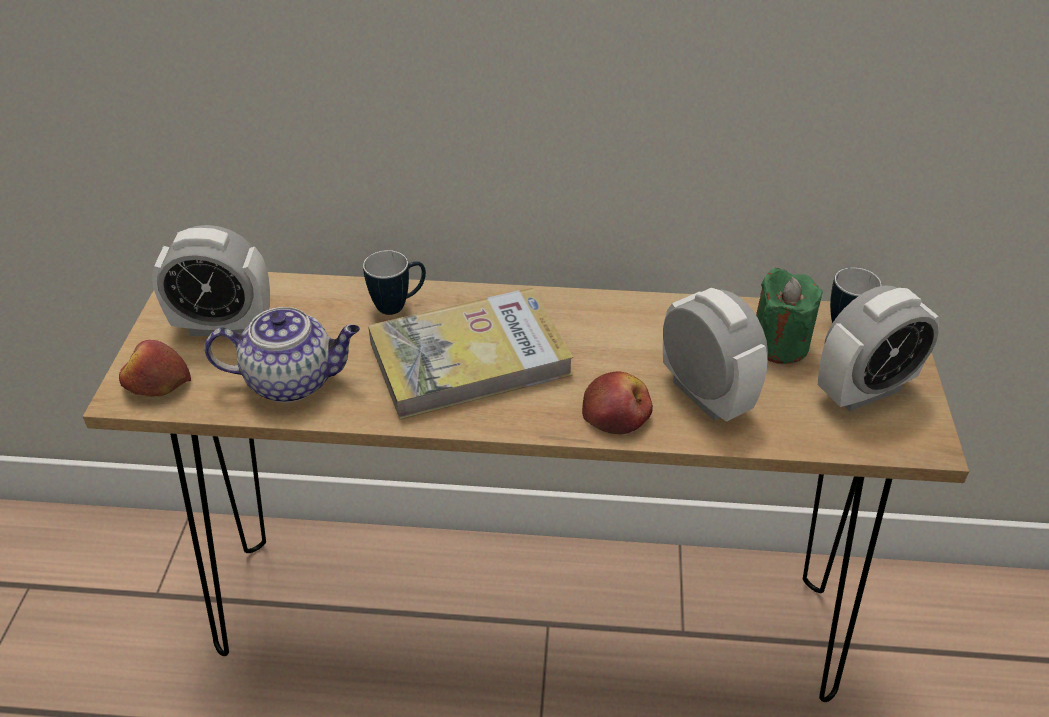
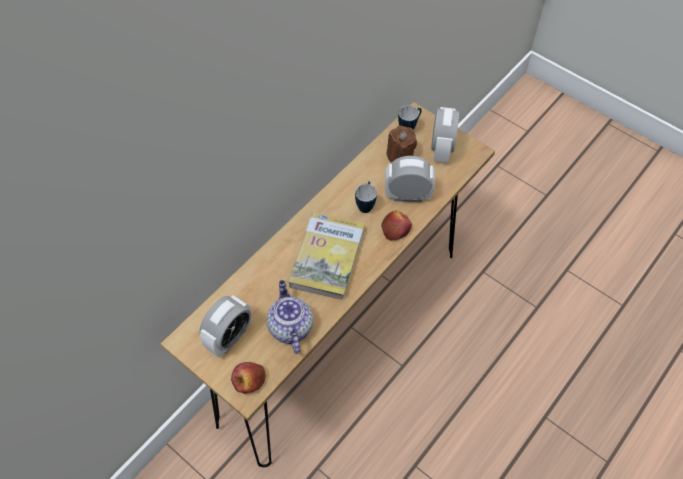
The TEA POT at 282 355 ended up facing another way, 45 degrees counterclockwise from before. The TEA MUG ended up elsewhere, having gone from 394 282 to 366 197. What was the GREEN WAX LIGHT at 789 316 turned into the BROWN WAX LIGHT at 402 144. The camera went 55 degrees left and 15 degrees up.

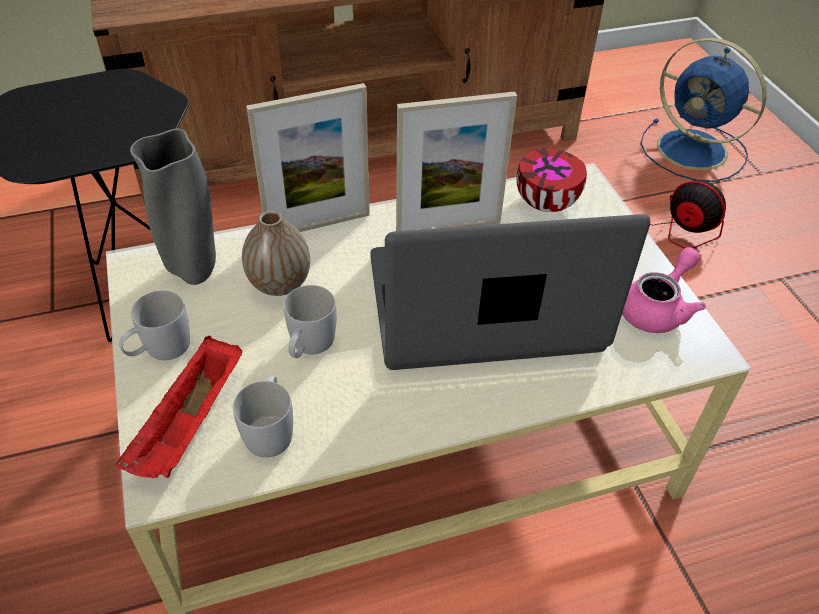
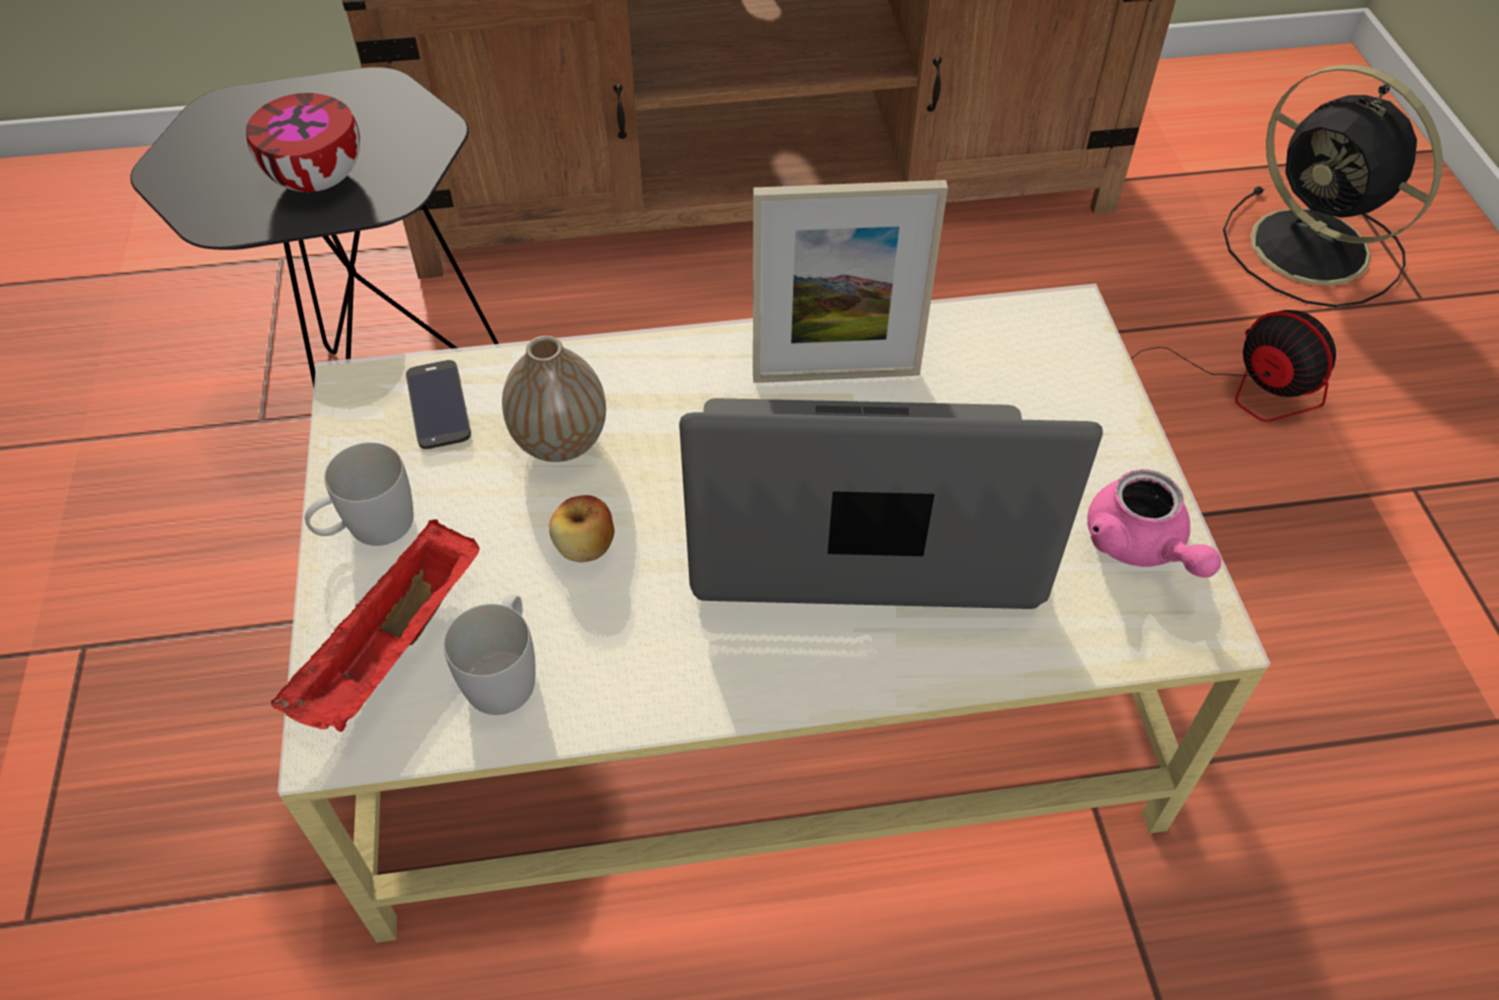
Where the GREYISH VASE stood at 173 207, the TELEPHONE came to stand at 438 404. The second view lost the PHOTO FRAME at 308 157. Where the WHITE-COLOURED TEA MUG stood at 310 321, the APPLE came to stand at 581 528. The BOWL ended up elsewhere, having gone from 551 180 to 303 142. The PINKISH TEA POT at 664 290 ended up facing another way, 105 degrees clockwise from before. What was the BLUISH COOLING FAN at 704 110 turned into the BLACKISH COOLING FAN at 1333 185. The camera went 10 degrees right and 5 degrees up.

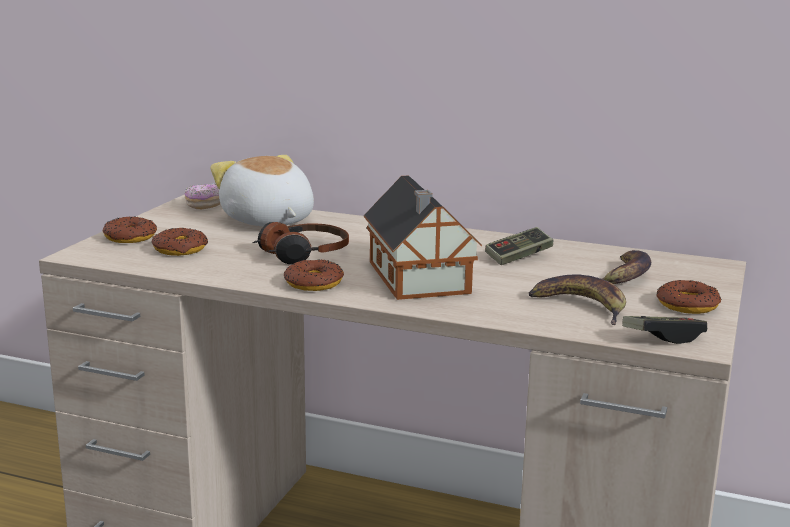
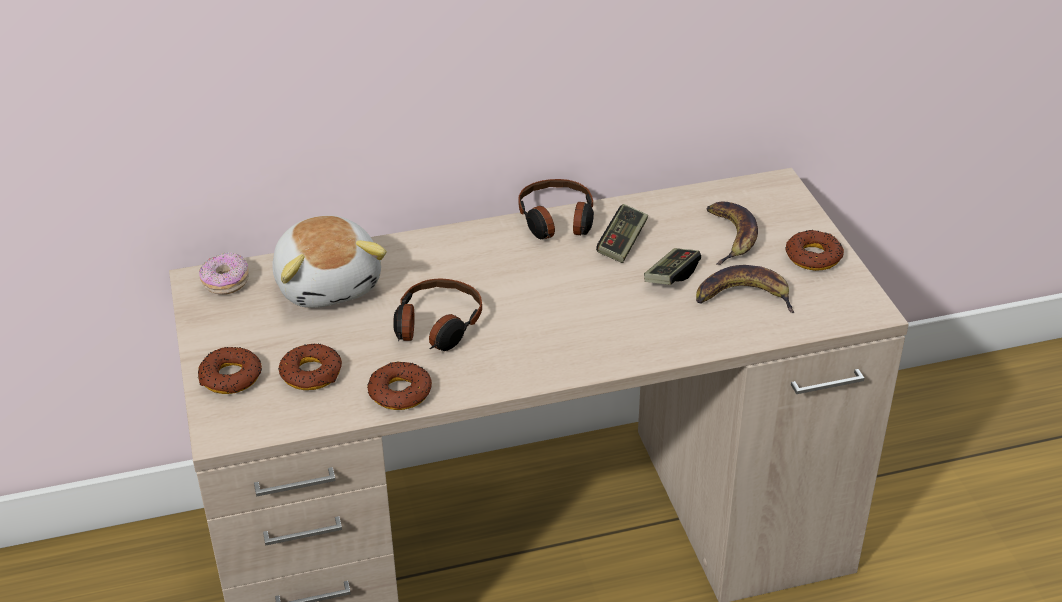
The CUDDLY TOY at 262 190 ended up facing another way, 135 degrees counterclockwise from before. The DONUT ended up elsewhere, having gone from 314 275 to 399 385. The second view lost the MODEL HOUSE at 423 237. The GAME CONTROLLER ended up elsewhere, having gone from 664 330 to 672 266. The second view gained the HEADSET at 556 209. The camera went 35 degrees left and 20 degrees up.

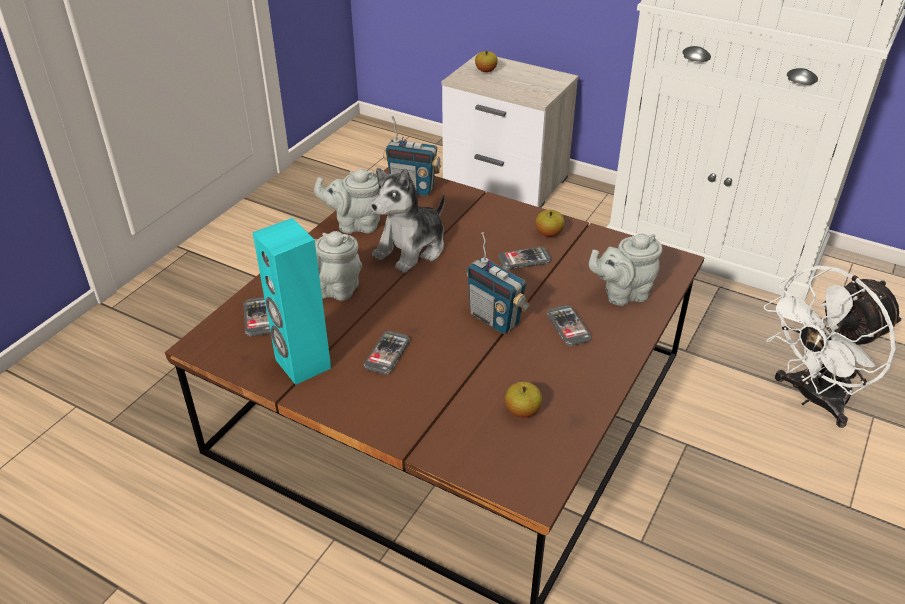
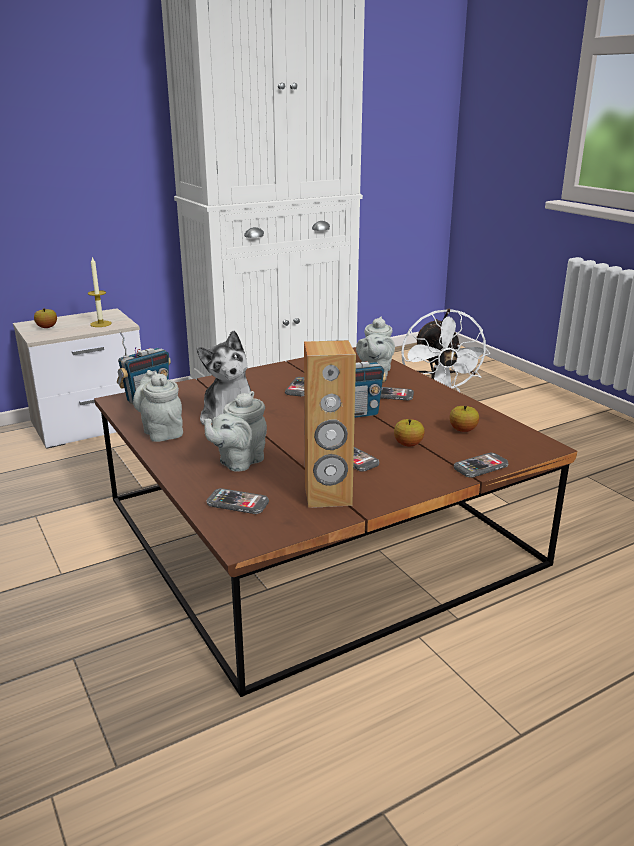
What was the TURQUOISE-COLOURED LOUDSPEAKER at 291 301 turned into the BROWN LOUDSPEAKER at 330 424. The GREYISH TEA POT at 347 201 ended up facing another way, 120 degrees clockwise from before. The APPLE ended up elsewhere, having gone from 550 223 to 409 432. The second view gained the WAX LIGHT at 100 292. The second view gained the TELEPHONE at 481 465. The camera went 60 degrees left and 15 degrees down.

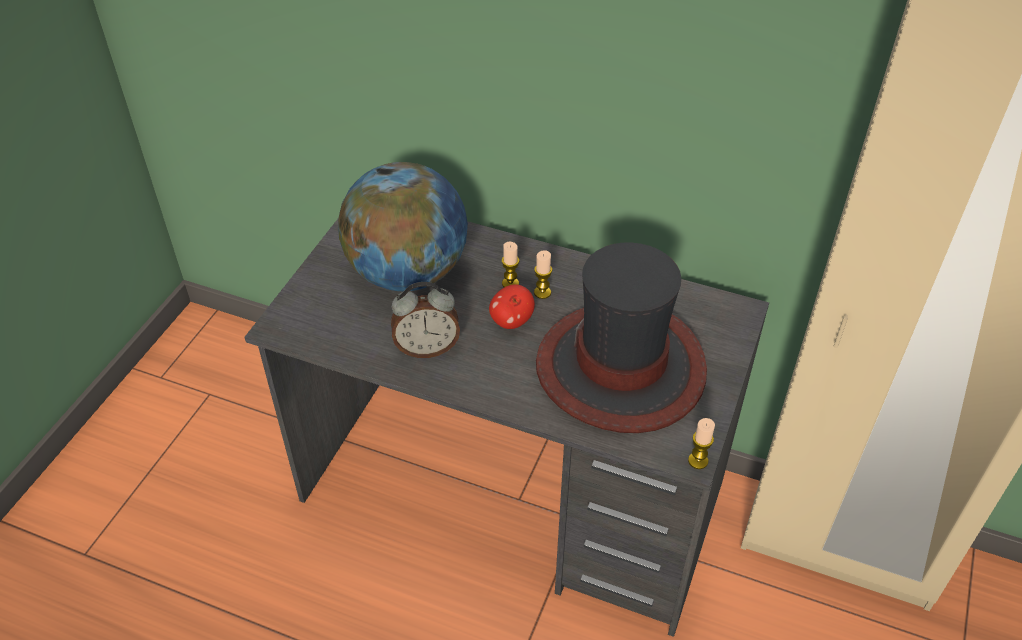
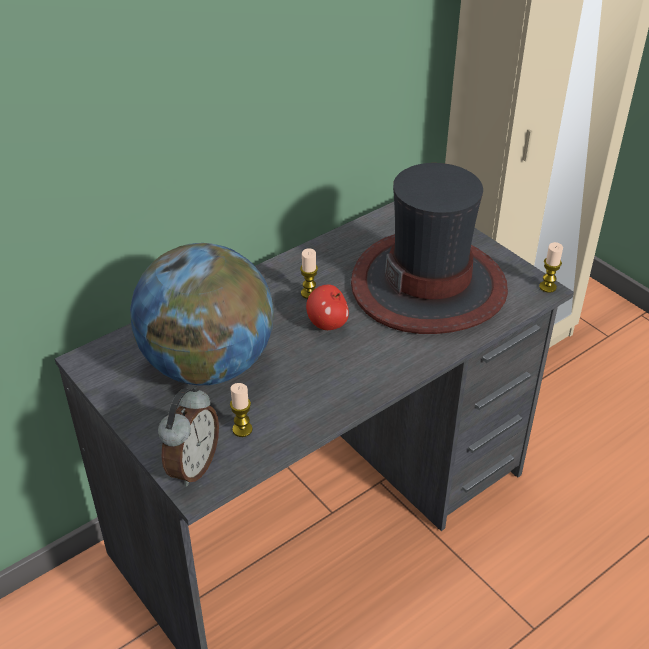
The BEDSIDE CLOCK ended up elsewhere, having gone from 425 320 to 188 436. The WAX LIGHT ended up elsewhere, having gone from 510 264 to 241 410. The camera went 60 degrees left and 5 degrees down.

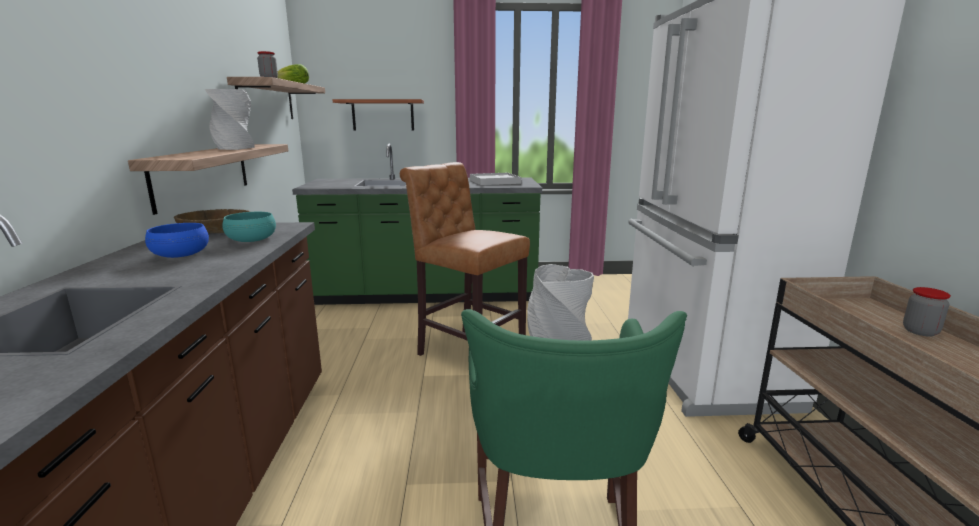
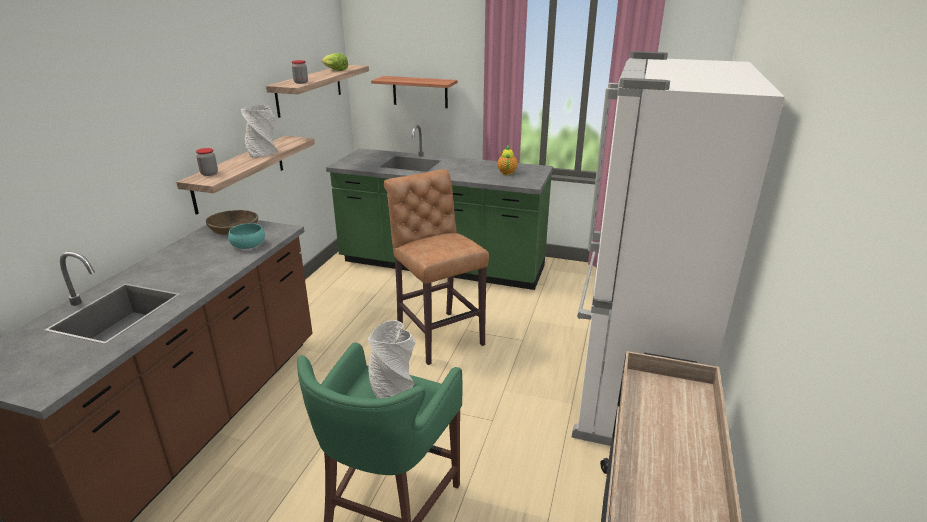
The second view lost the BLUISH BOWL at 177 240. Where the WHITE-COLOURED SERVING TRAY stood at 495 179, the TEA POT came to stand at 507 160. The STORAGE JAR ended up elsewhere, having gone from 927 312 to 207 162. The camera went 20 degrees right and 10 degrees up.

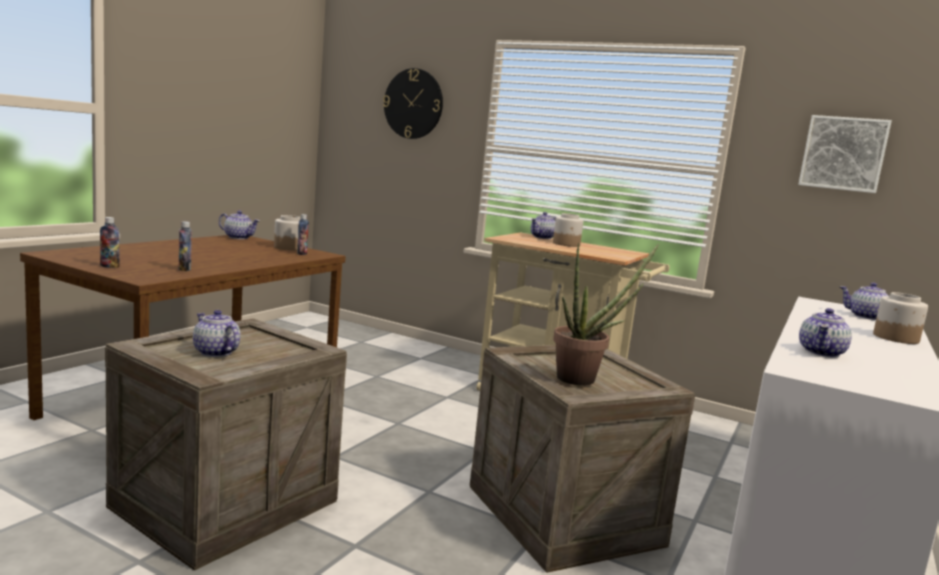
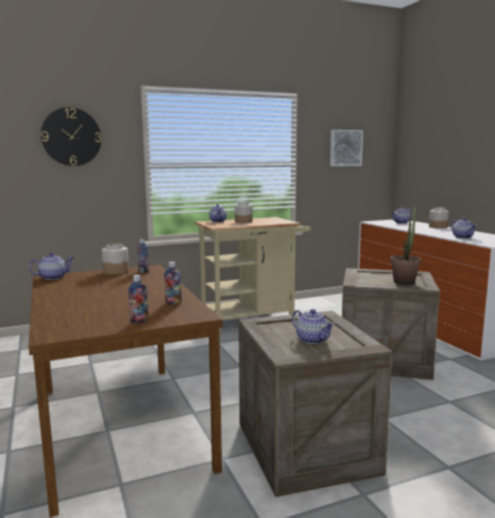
The TEA POT at 217 333 ended up facing another way, 120 degrees counterclockwise from before. The camera went 50 degrees left and 0 degrees up.

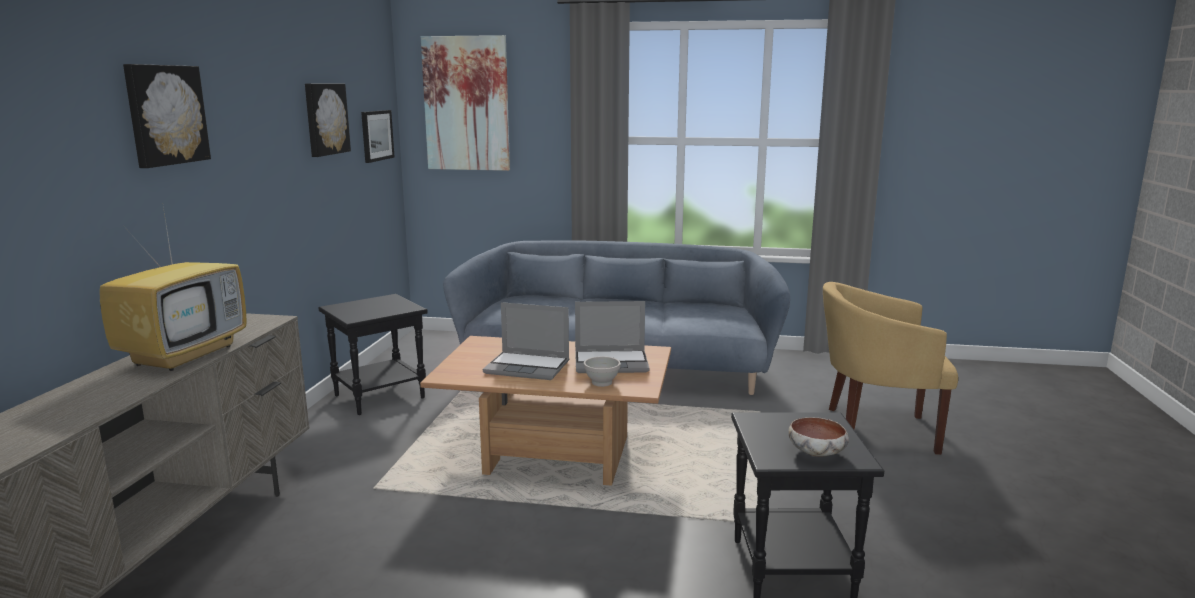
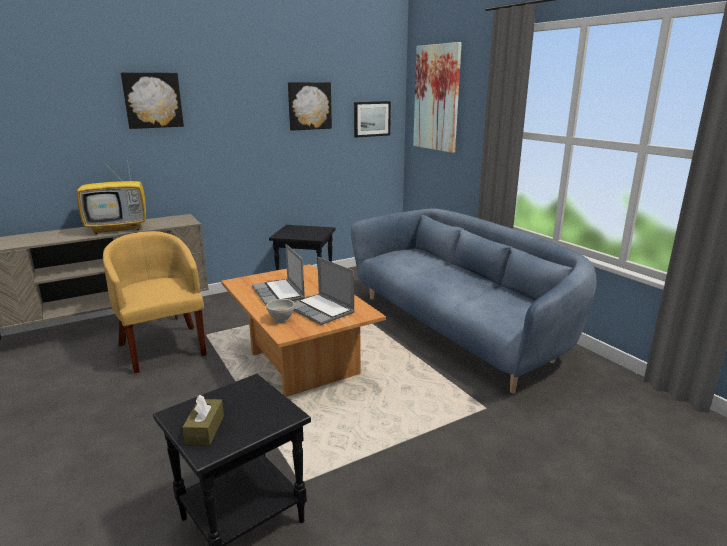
Where the BOWL stood at 819 437, the BROWN TISSUE BOX came to stand at 203 420. The YELLOW LOUNGE CHAIR ended up elsewhere, having gone from 890 368 to 155 302. The camera went 50 degrees right and 5 degrees up.

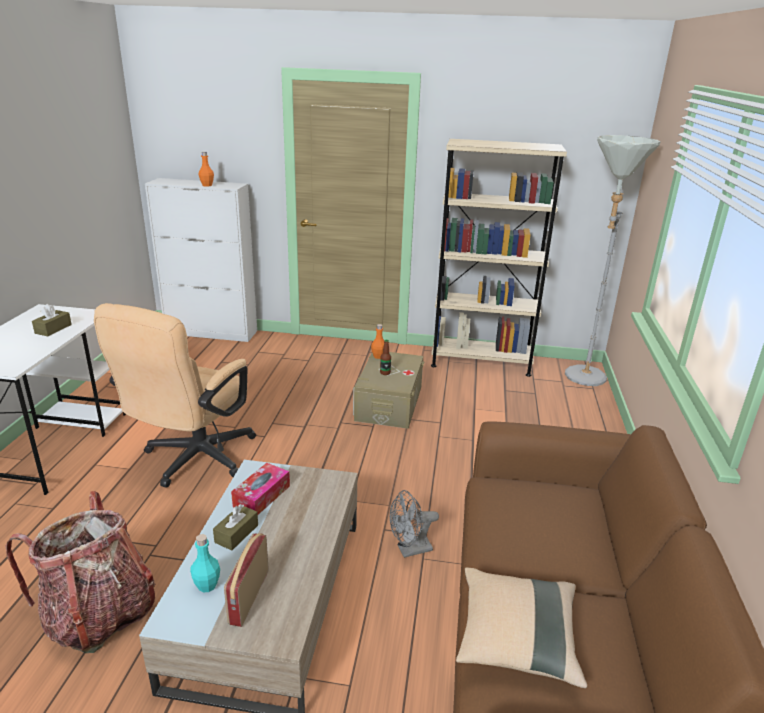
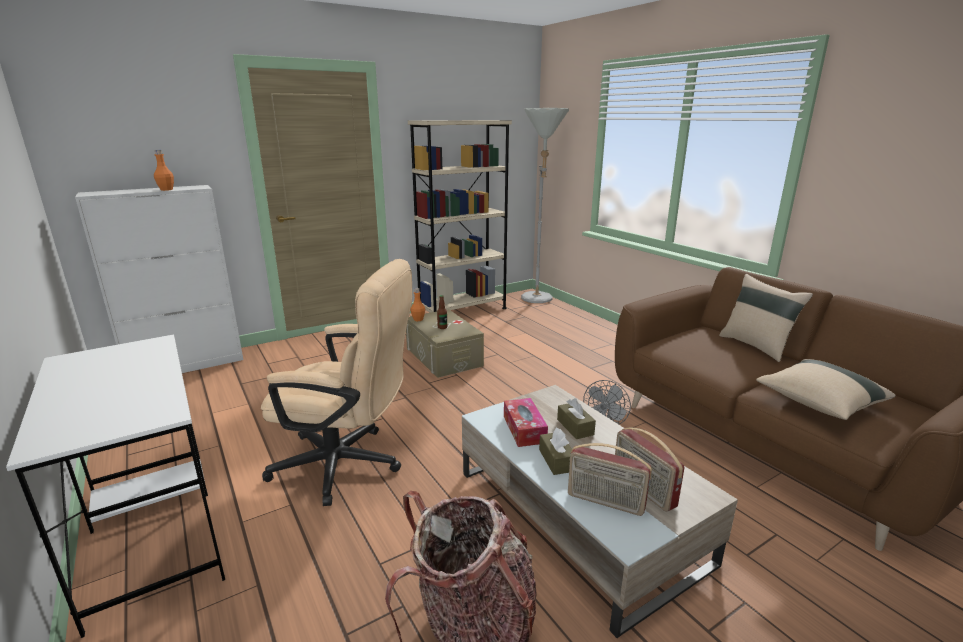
The BROWN TISSUE BOX ended up elsewhere, having gone from 52 320 to 576 418. The SAND-COLOURED COMPUTER CHAIR at 175 395 ended up facing another way, 60 degrees counterclockwise from before. Where the TURQUOISE-COLOURED BEVERAGE BOTTLE stood at 205 563, the RADIO came to stand at 610 479. The second view gained the SAND-COLOURED PILLOW at 766 318. The camera went 40 degrees left and 5 degrees down.

